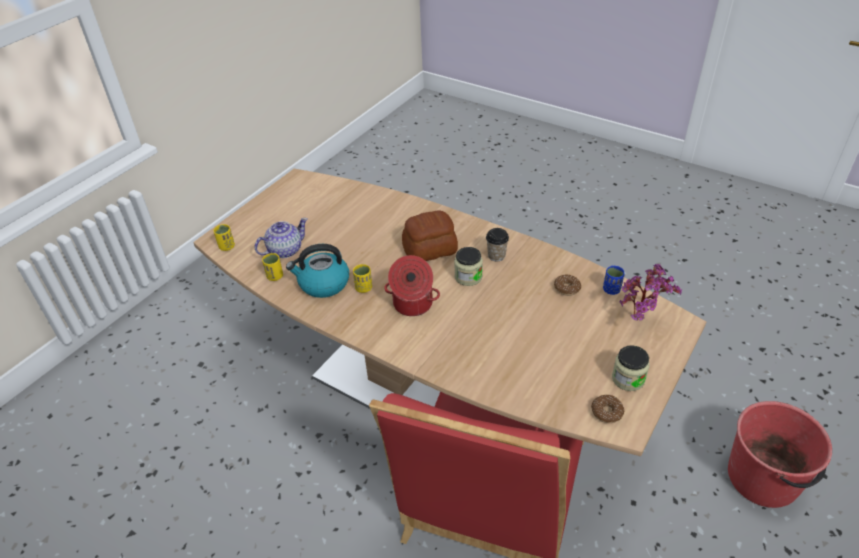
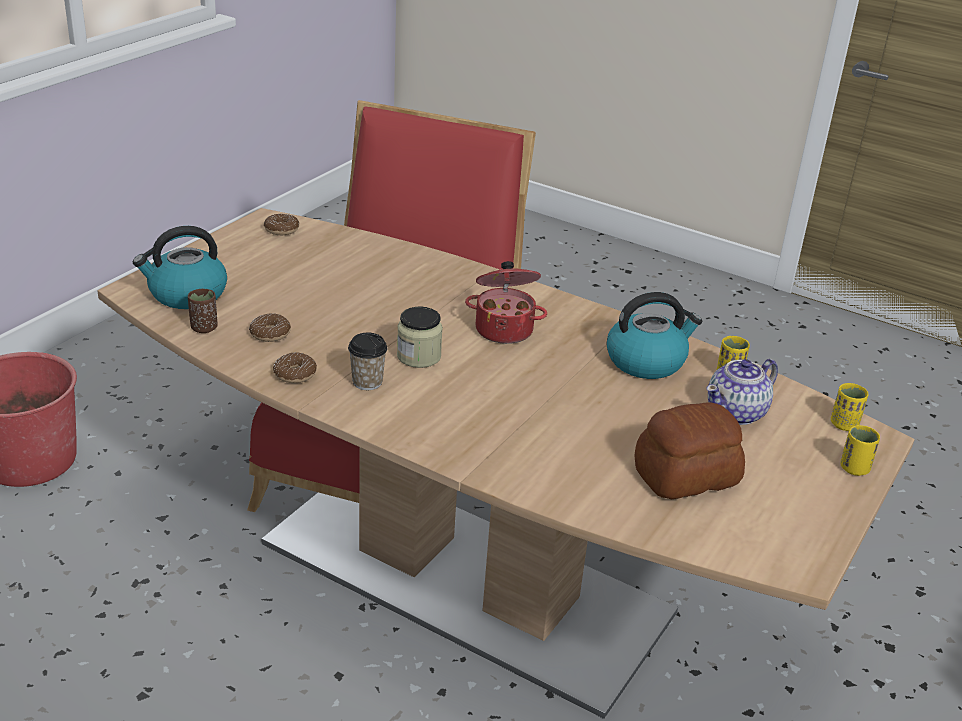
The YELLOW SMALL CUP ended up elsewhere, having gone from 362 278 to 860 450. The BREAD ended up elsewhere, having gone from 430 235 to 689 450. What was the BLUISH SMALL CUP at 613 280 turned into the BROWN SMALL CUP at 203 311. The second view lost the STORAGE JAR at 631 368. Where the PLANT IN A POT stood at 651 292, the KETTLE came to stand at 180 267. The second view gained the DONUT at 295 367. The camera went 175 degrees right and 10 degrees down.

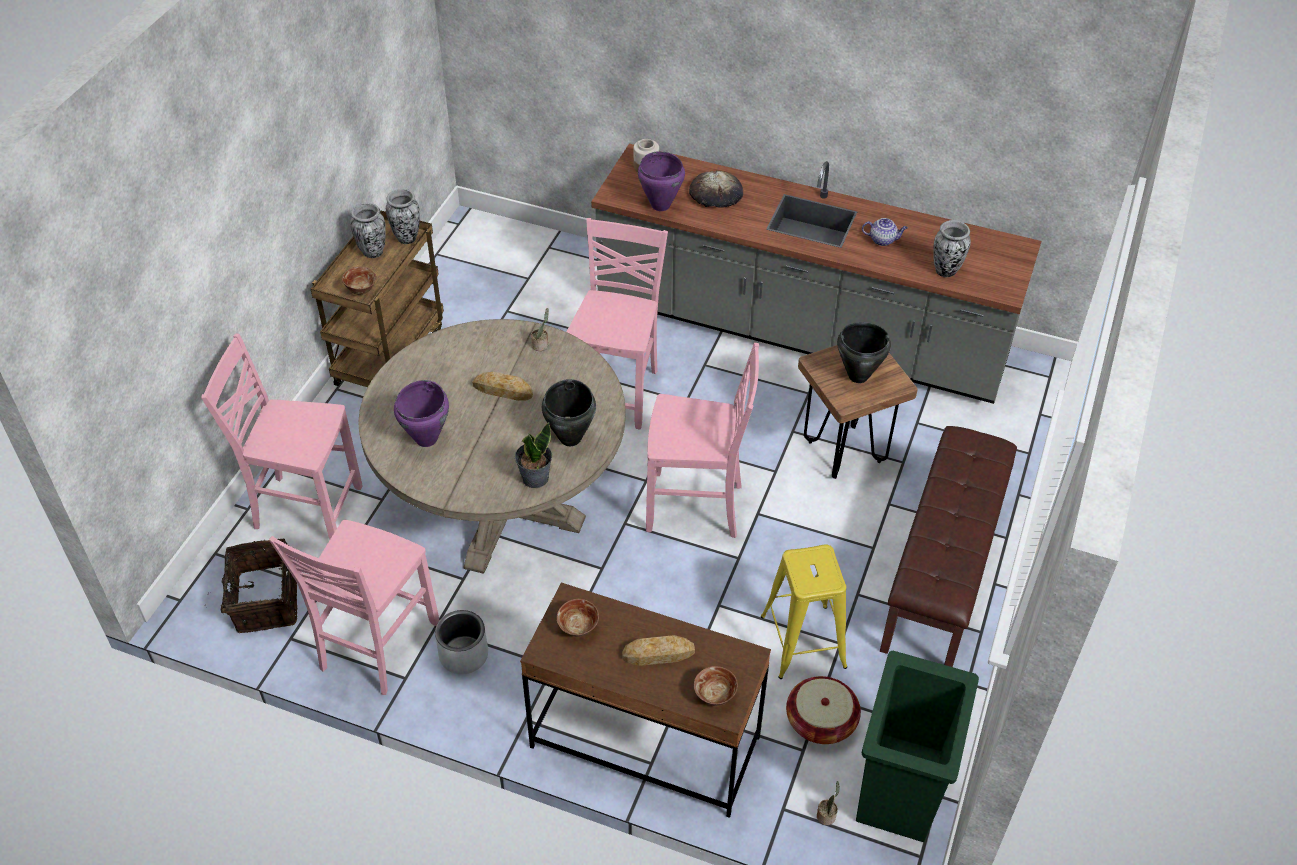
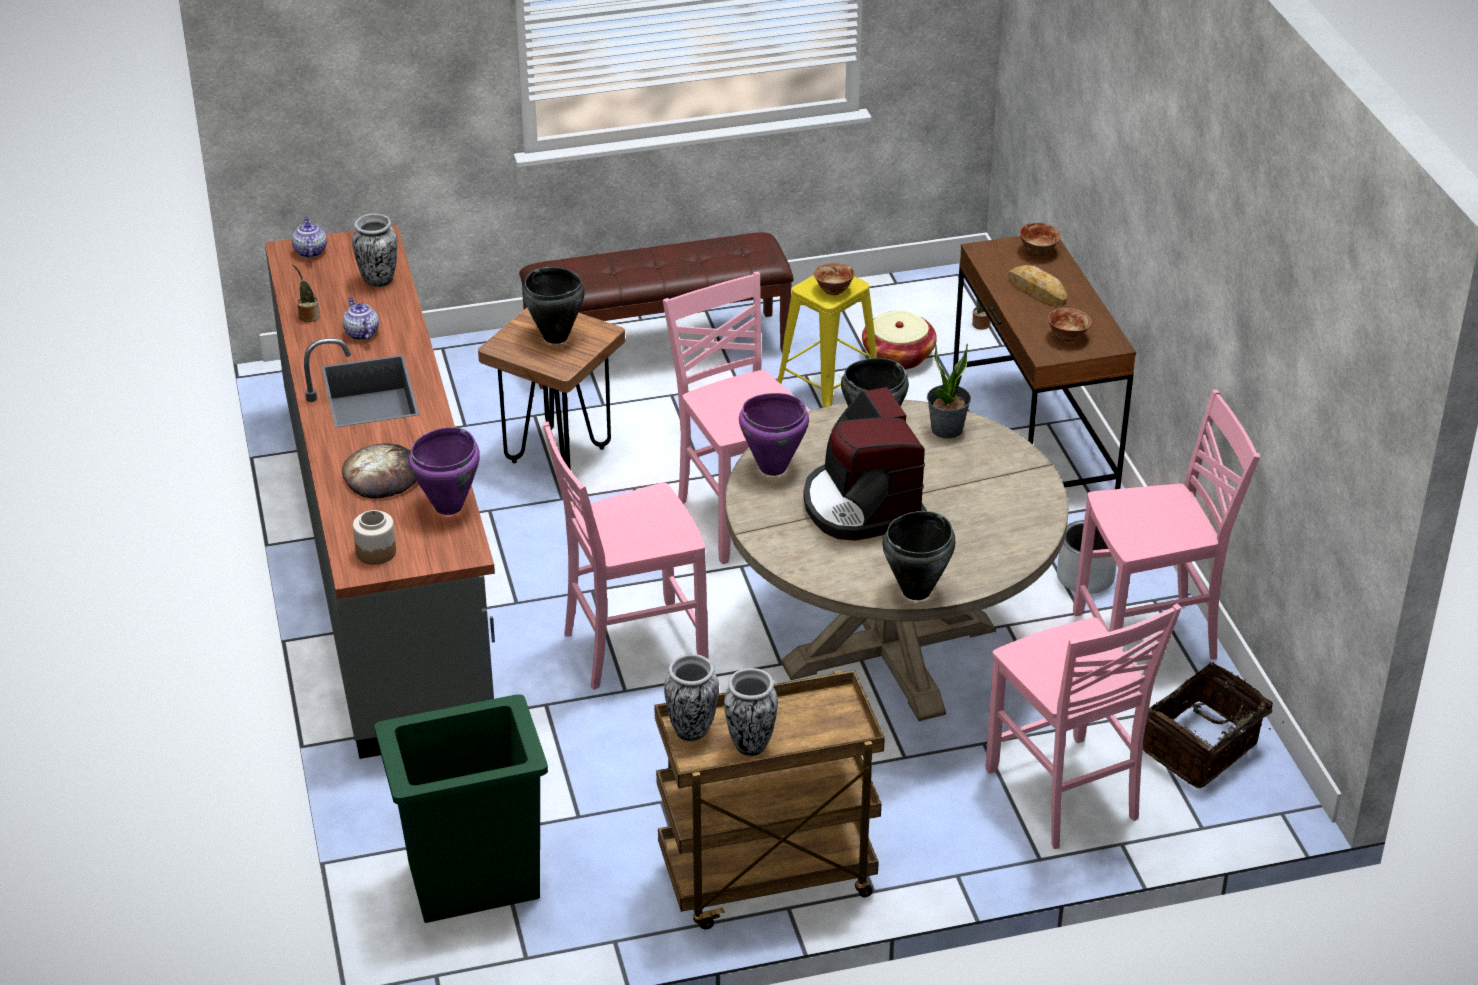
The BOWL ended up elsewhere, having gone from 359 281 to 834 279. The PURPLISH SAUCEPOT ended up elsewhere, having gone from 421 413 to 774 434. Where the BREAD stood at 502 386, the COFFEE MAKER came to stand at 865 464. The PLANT IN A POT ended up elsewhere, having gone from 540 329 to 306 293. The GREEN WASTE BIN ended up elsewhere, having gone from 917 746 to 461 808. The second view gained the TEA POT at 309 237. The second view gained the BLACKISH SAUCEPOT at 919 555. The camera went 125 degrees left and 10 degrees down.

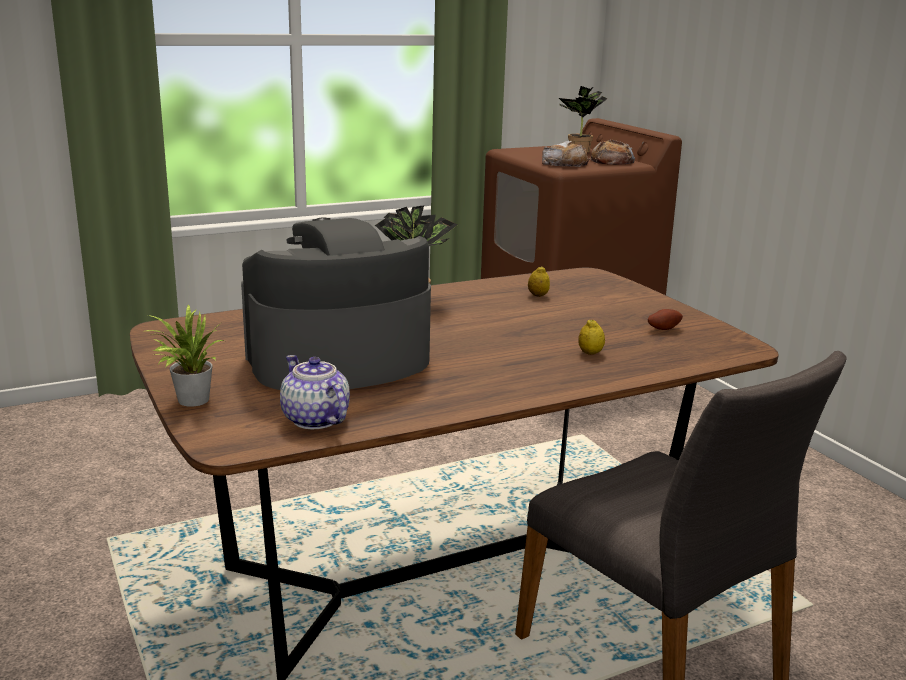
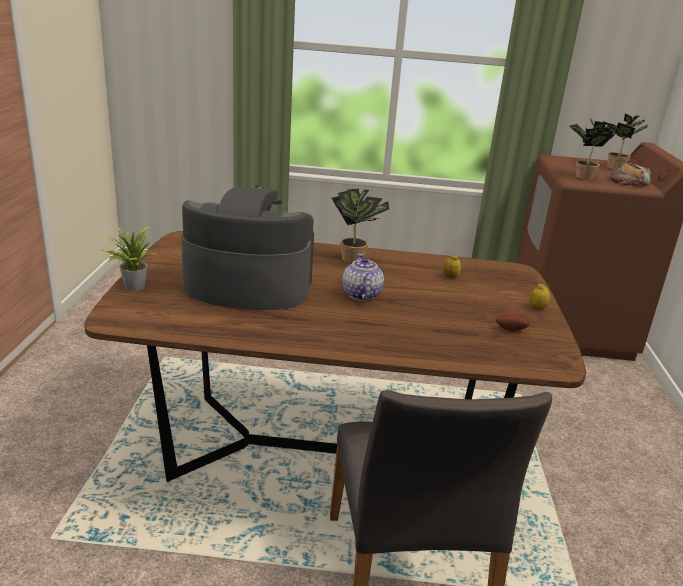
The TEA POT ended up elsewhere, having gone from 315 392 to 363 277. Where the BREAD stood at 565 154, the PLANT IN A POT came to stand at 592 149. The CITRUS FRUIT ended up elsewhere, having gone from 592 337 to 540 296. The camera went 30 degrees right and 5 degrees up.

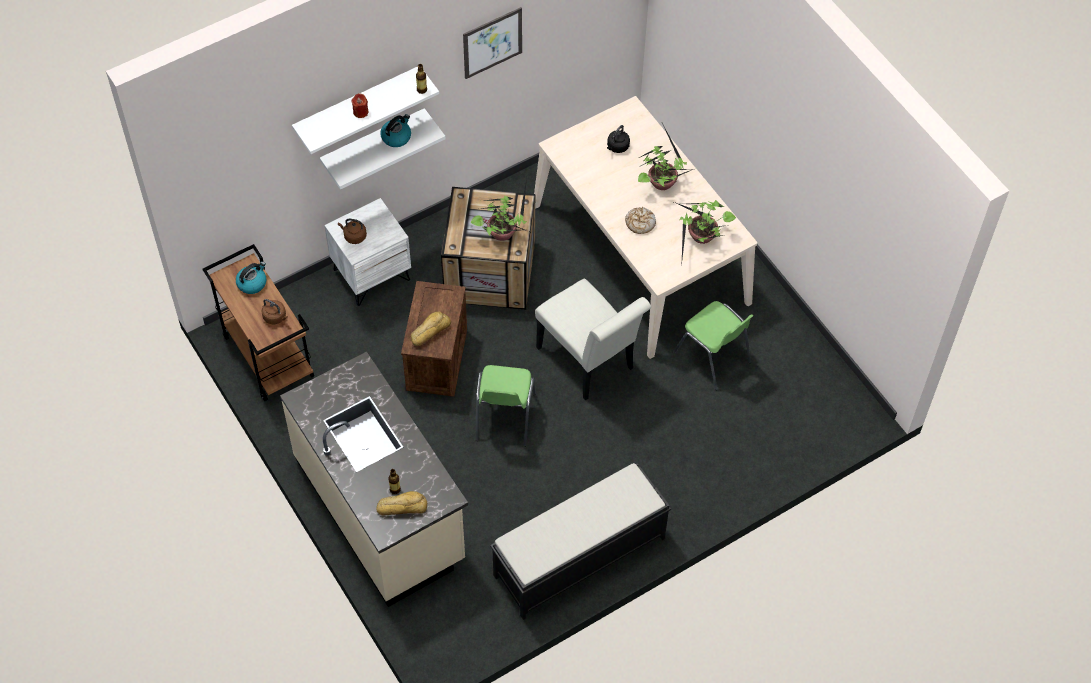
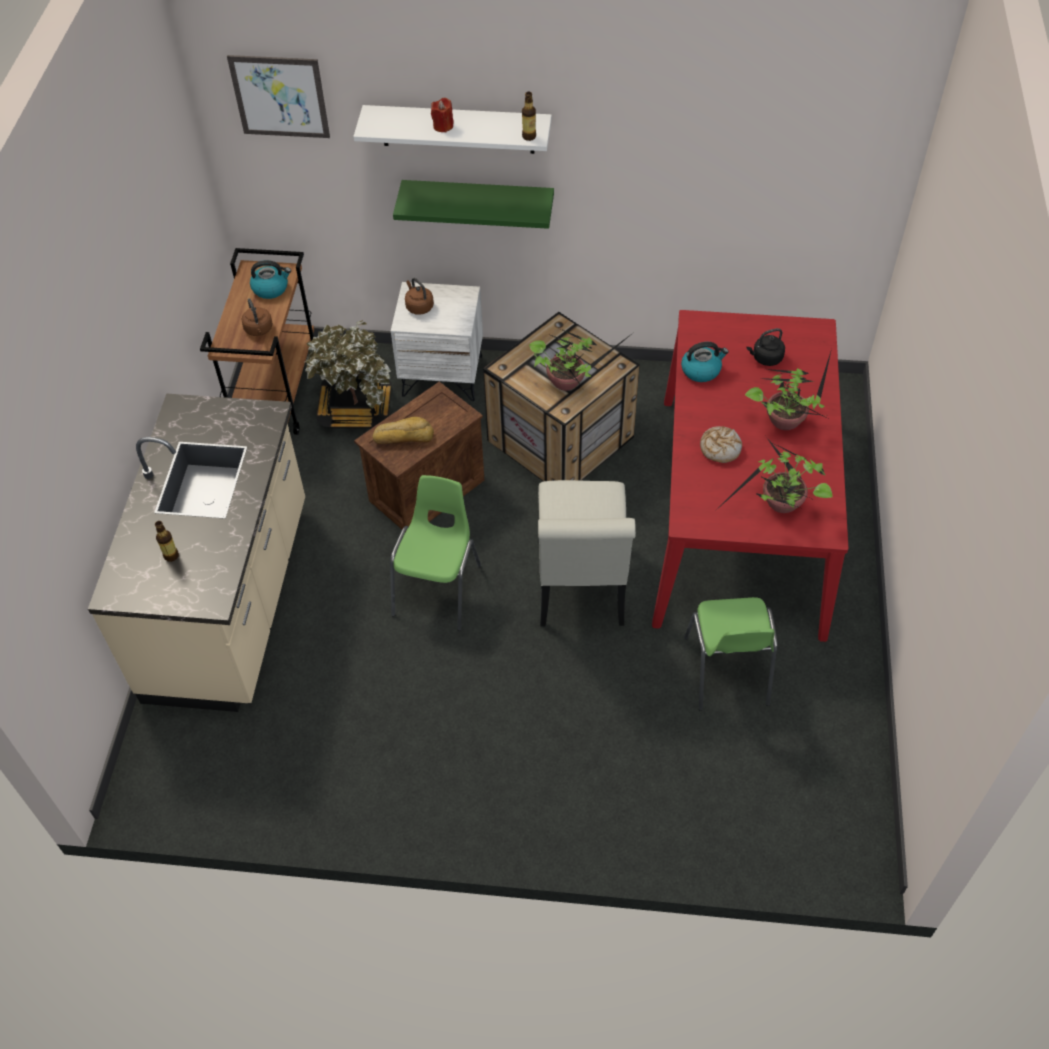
What was the WHITE-COLOURED BRACKET SHELF at 383 149 turned into the GREEN BRACKET SHELF at 473 204. The second view lost the BREAD at 402 503. The KETTLE ended up elsewhere, having gone from 395 130 to 705 362. The WALL ART ended up elsewhere, having gone from 492 43 to 278 96. The GREEN UPRIGHT CHAIR at 506 406 ended up facing another way, 150 degrees clockwise from before. The second view lost the BLACKISH LONG SEAT at 580 541. What was the SAND-COLOURED KITCHEN TABLE at 645 227 turned into the REDDISH KITCHEN TABLE at 750 476. The second view gained the PLANT IN A POT at 348 374. The camera went 40 degrees right and 5 degrees down.

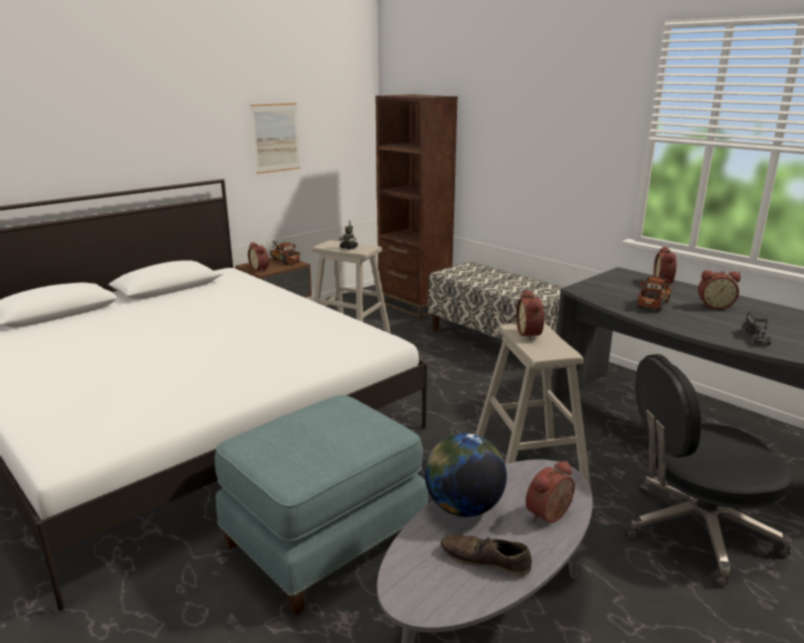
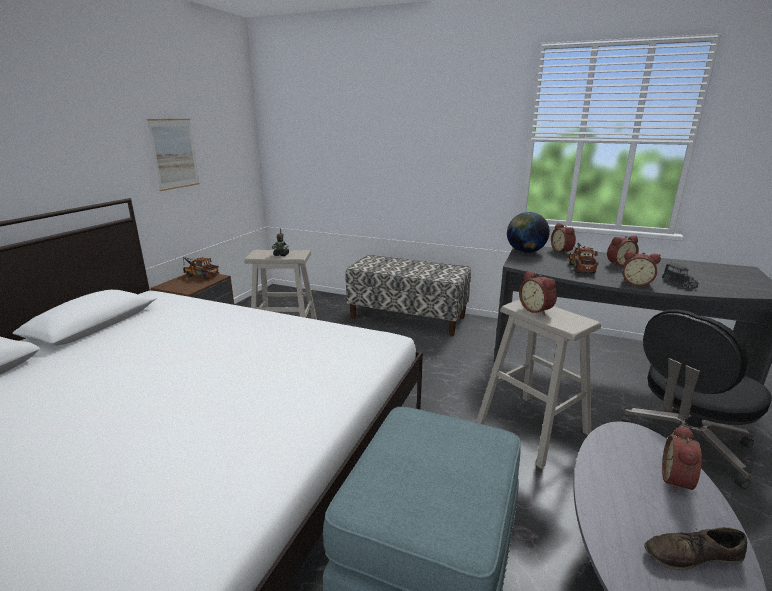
The BEDSIDE CLOCK ended up elsewhere, having gone from 258 257 to 642 268. The second view lost the BROWN BOOKSHELF at 417 206. The WORLD GLOBE ended up elsewhere, having gone from 466 475 to 528 232. The camera went 25 degrees left and 0 degrees up.

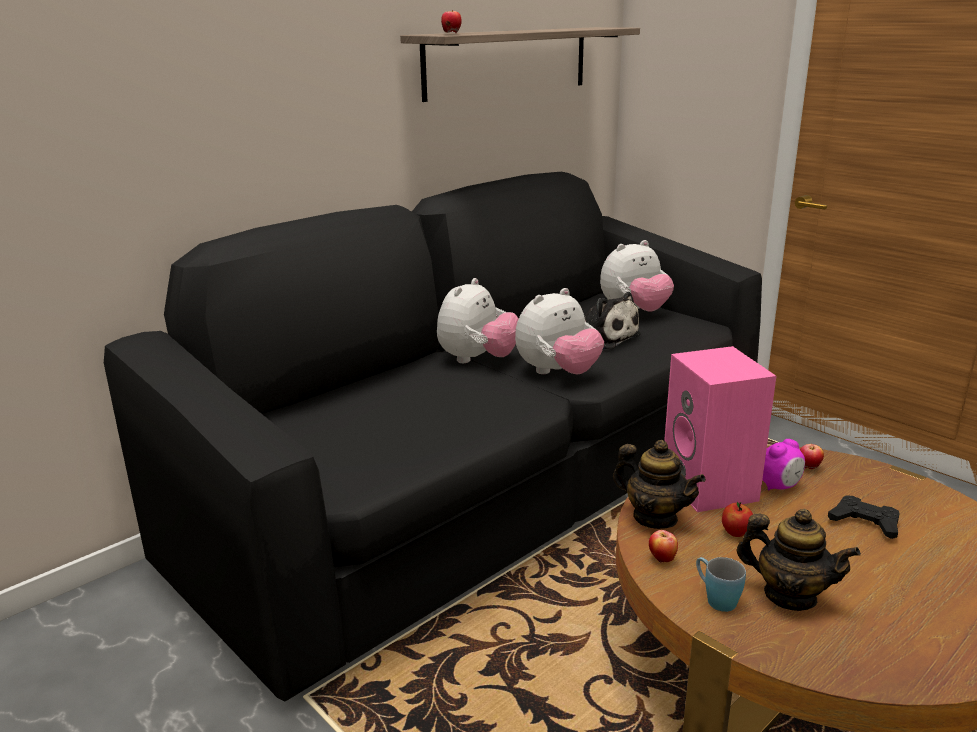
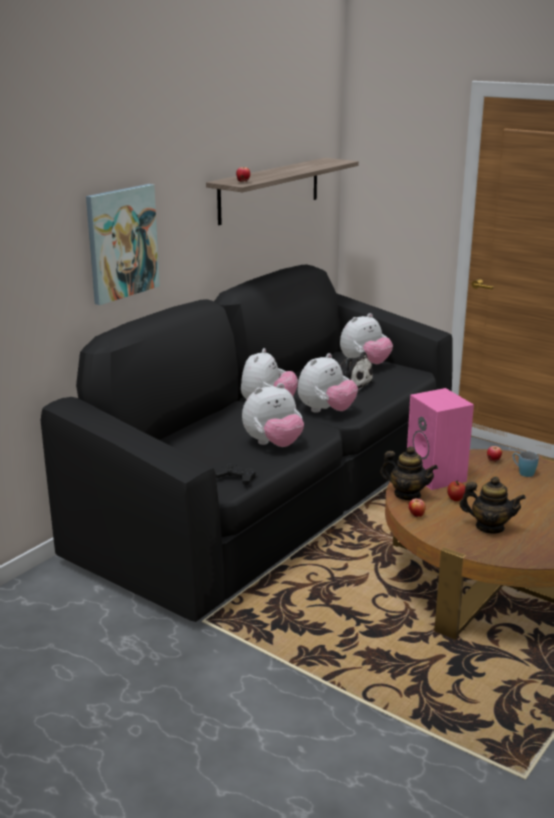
The BLUISH TEA MUG ended up elsewhere, having gone from 721 584 to 526 464. The second view lost the BEDSIDE CLOCK at 783 464. The BLACKISH GAME CONTROLLER ended up elsewhere, having gone from 864 517 to 235 474. The second view gained the WALL ART at 123 244. The second view gained the CUDDLY TOY at 273 415. The camera went 10 degrees left and 0 degrees up.

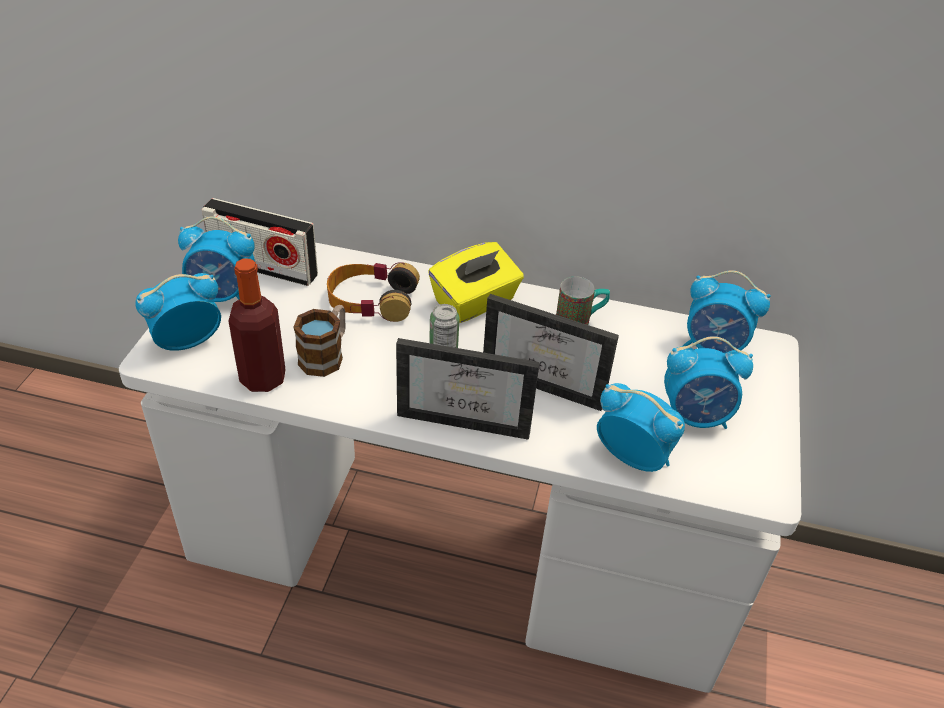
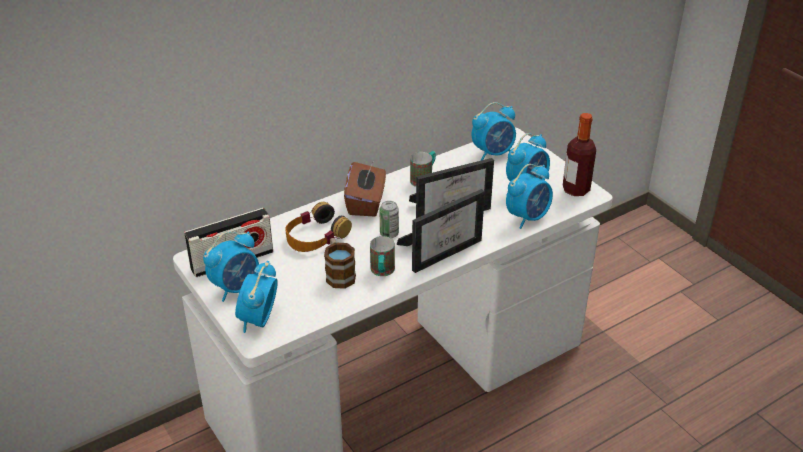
The BEVERAGE BOTTLE ended up elsewhere, having gone from 257 325 to 579 154. What was the YELLOW TISSUE BOX at 476 282 turned into the BROWN TISSUE BOX at 365 189. The BEDSIDE CLOCK at 641 427 ended up facing another way, 150 degrees clockwise from before. The second view gained the TEA MUG at 382 256. The camera went 45 degrees left and 5 degrees down.

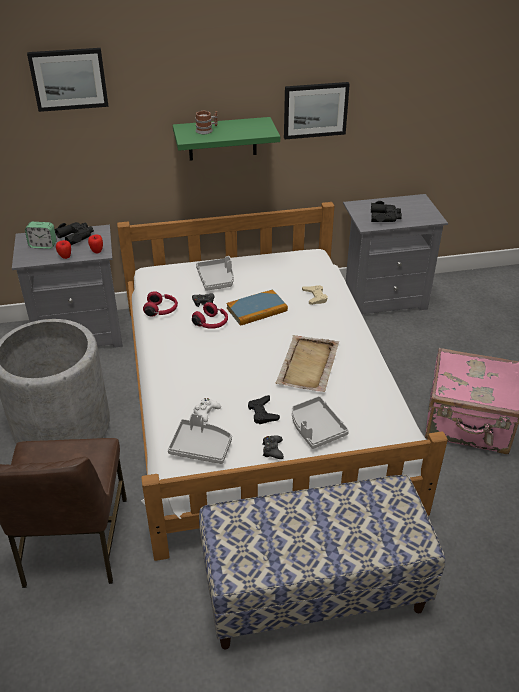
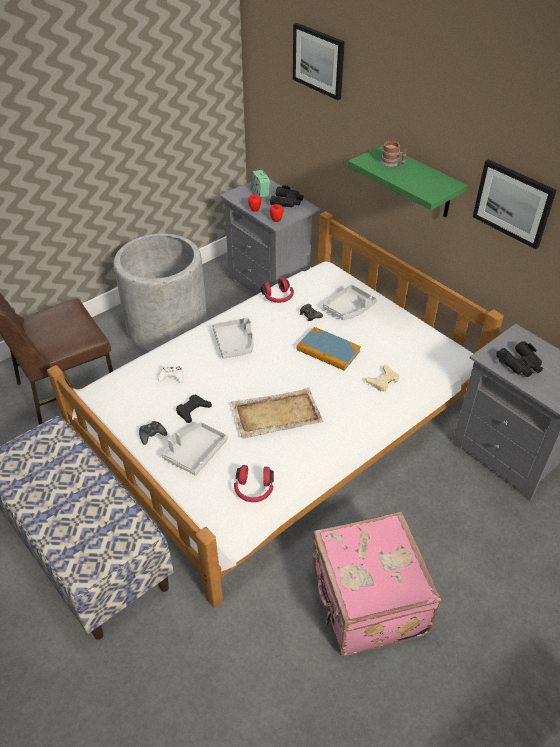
The GREYISH SERVING TRAY ended up elsewhere, having gone from 200 438 to 233 338. The REDDISH HEADSET ended up elsewhere, having gone from 210 315 to 254 483. The camera went 60 degrees right and 5 degrees up.

